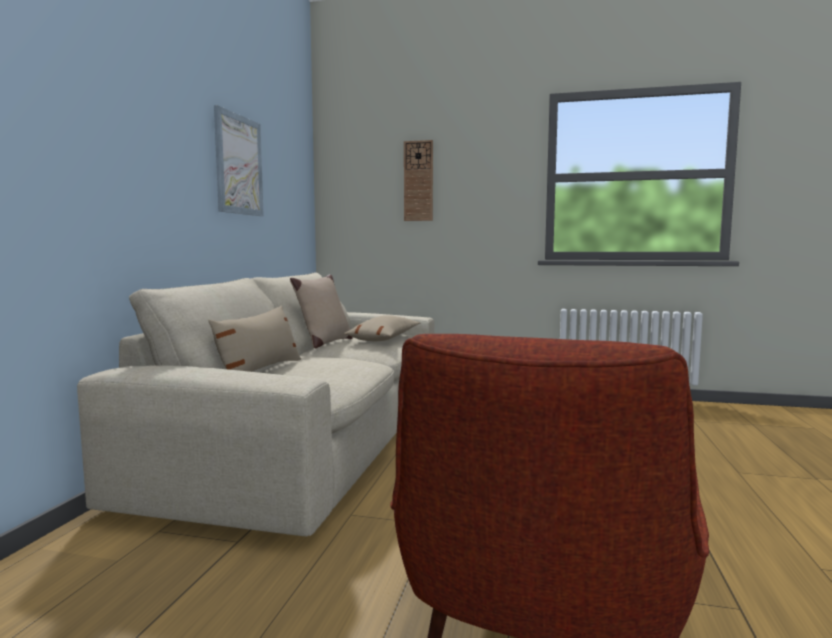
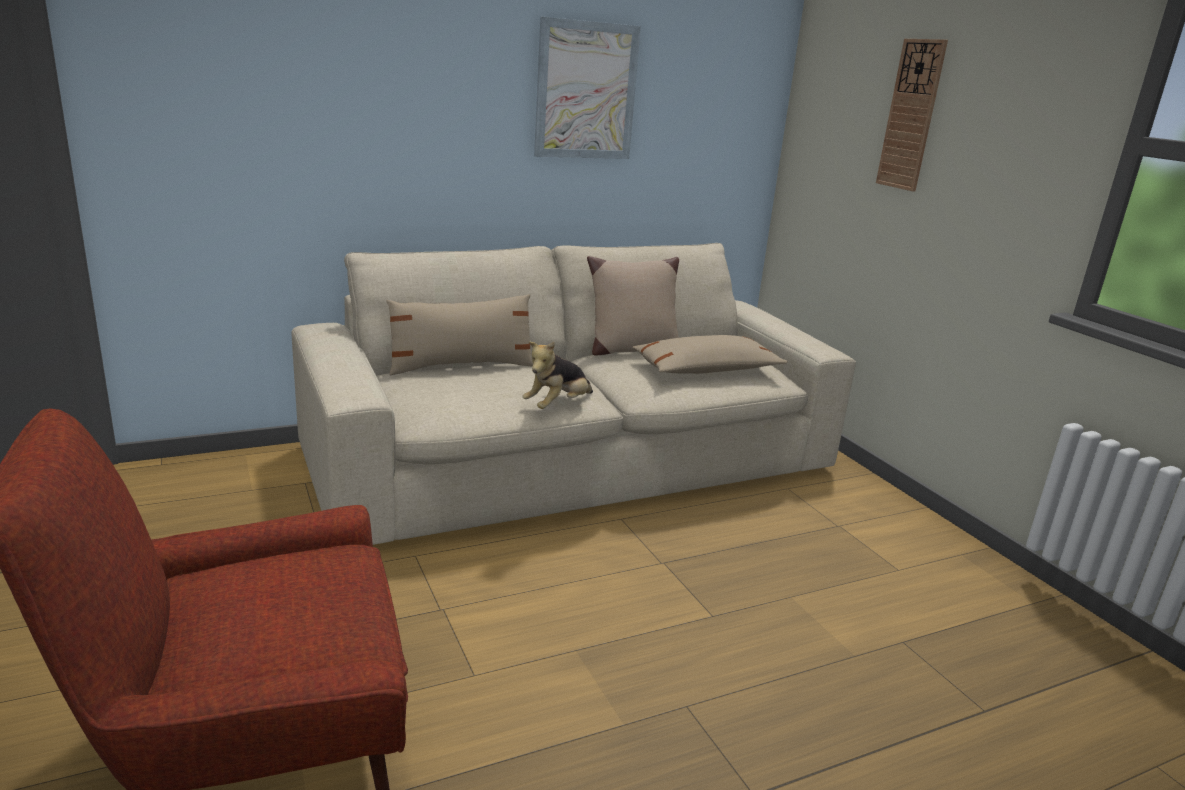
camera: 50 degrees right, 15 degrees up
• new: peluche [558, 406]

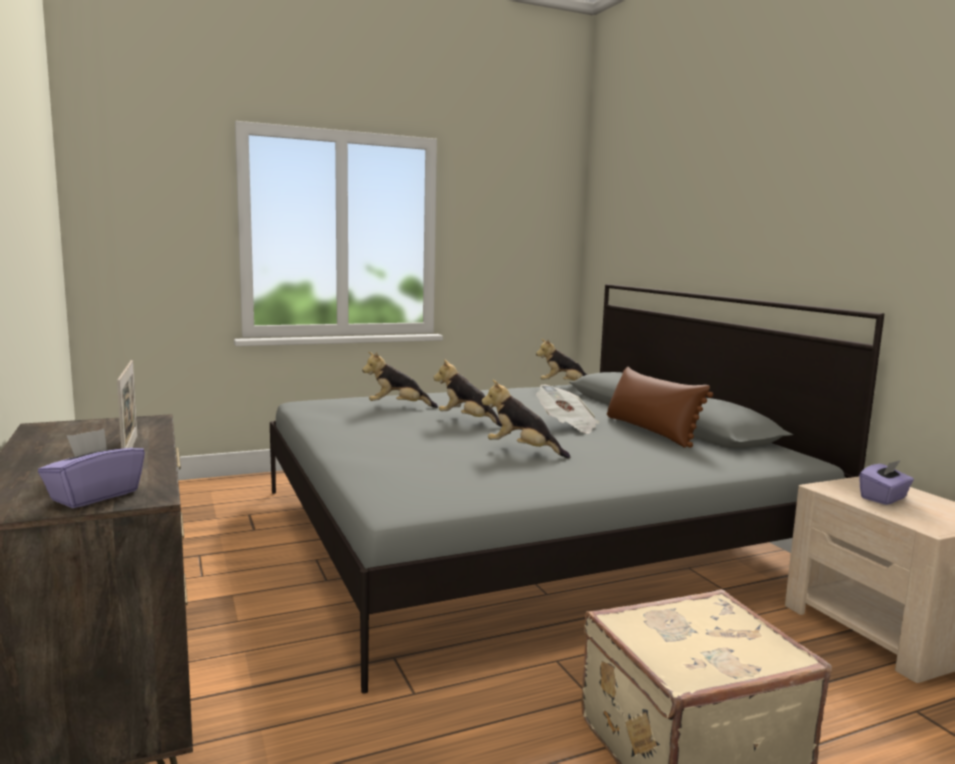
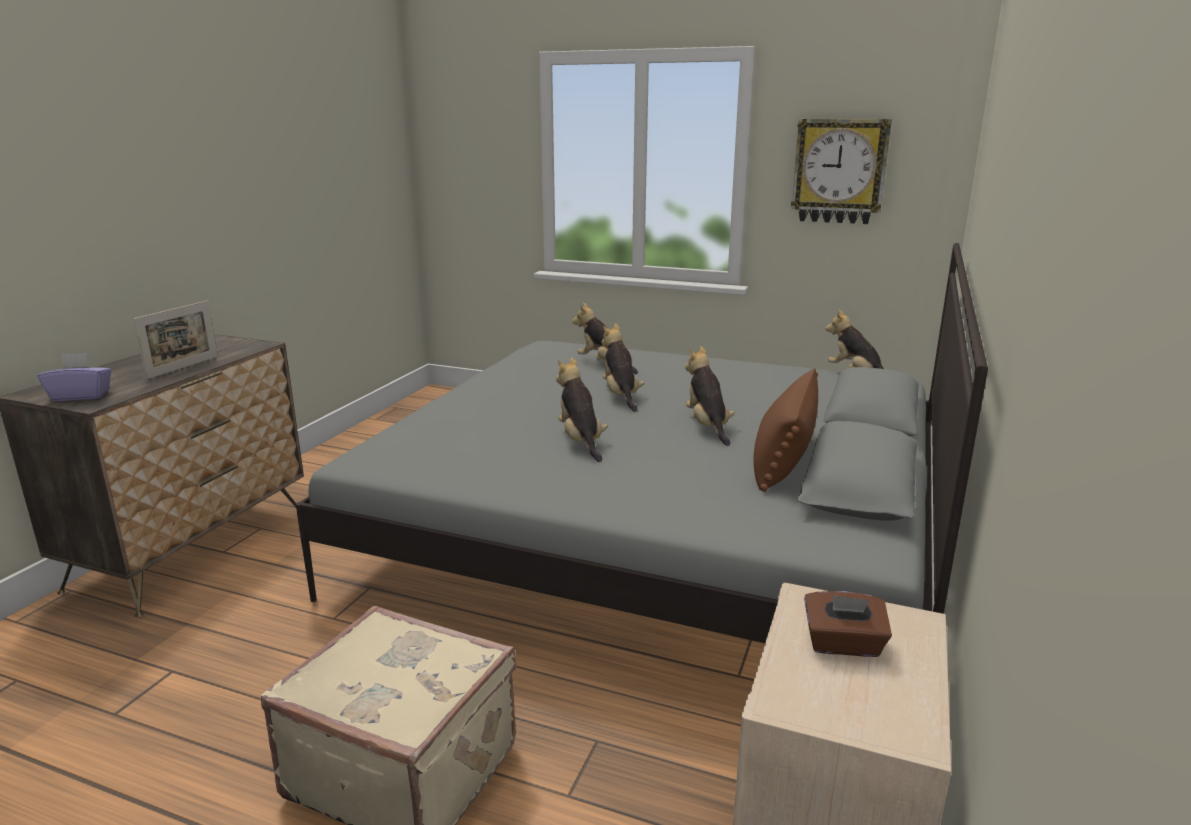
camera: 45 degrees right, 10 degrees up
• swapped: journal [567, 426] to peluche [707, 426]
• repainted: boîte à mouchoirs/violet [884, 498] to boîte à mouchoirs/marron [843, 645]
• new: horloge murale [839, 171]

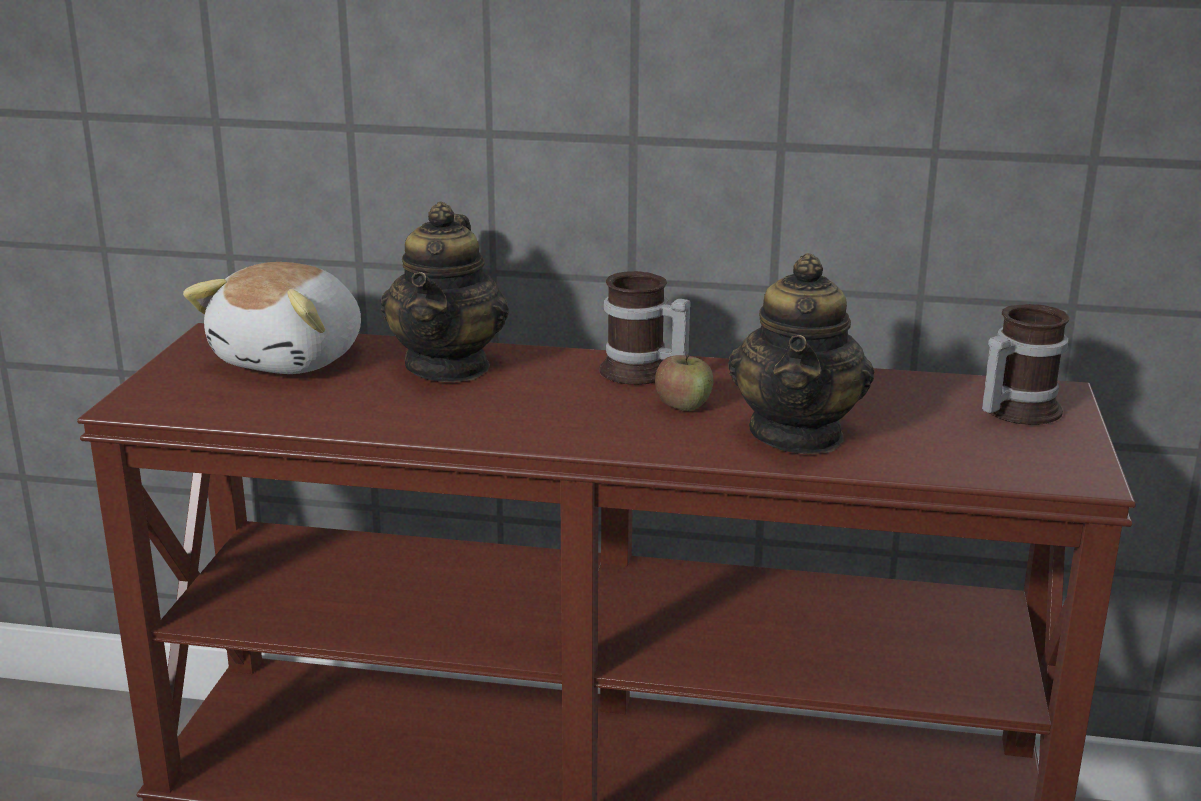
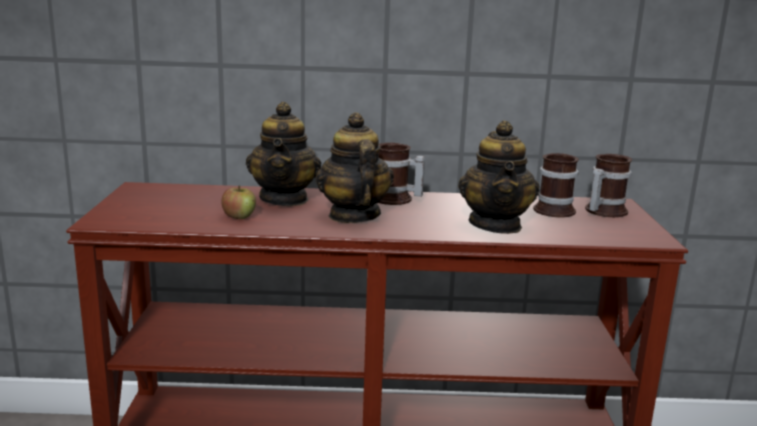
camera: 10 degrees left, 5 degrees down
• gone: peluche [293, 359]
• shifted: pomme [683, 405] to [239, 216]
• new: théière [353, 216]
• new: mug [557, 210]

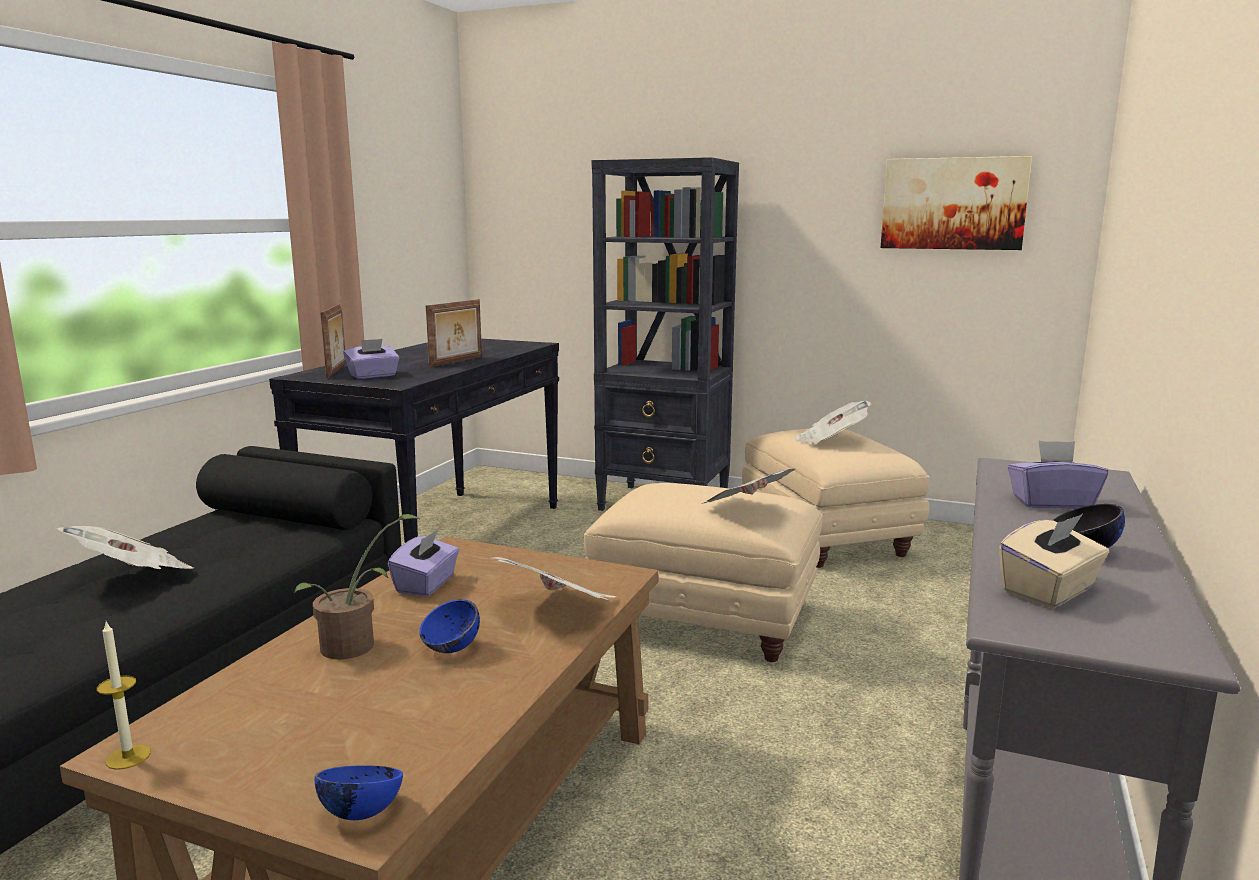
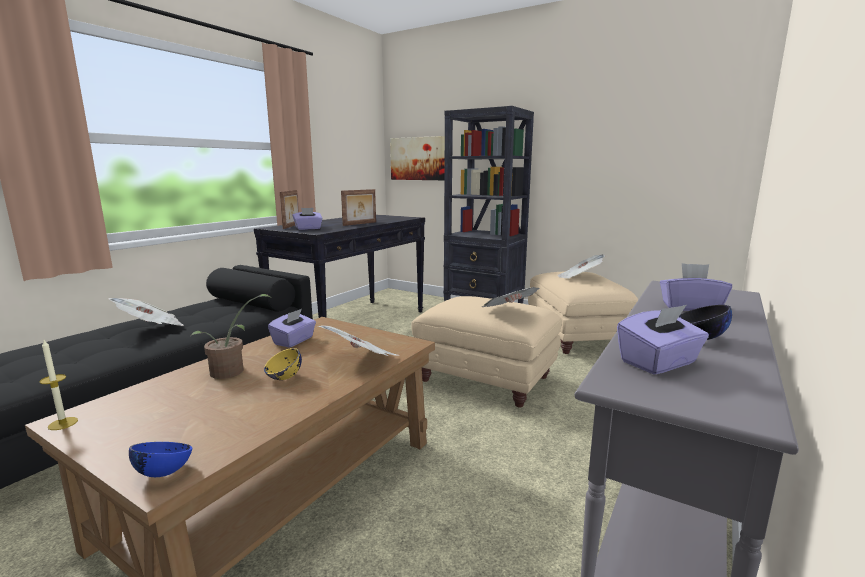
camera: 10 degrees right, 0 degrees up
• shifted: tableau [953, 203] to [417, 158]
• repainted: boîte à mouchoirs/beige [1049, 591] to boîte à mouchoirs/violet [659, 363]
• repainted: bol/bleu [451, 649] to bol/jaune [284, 378]

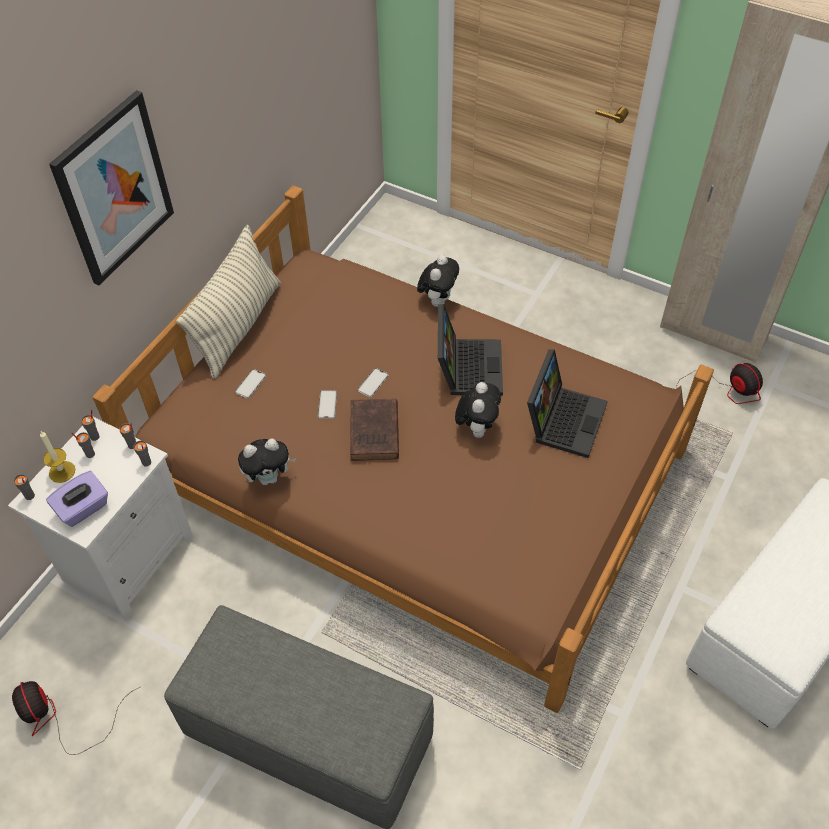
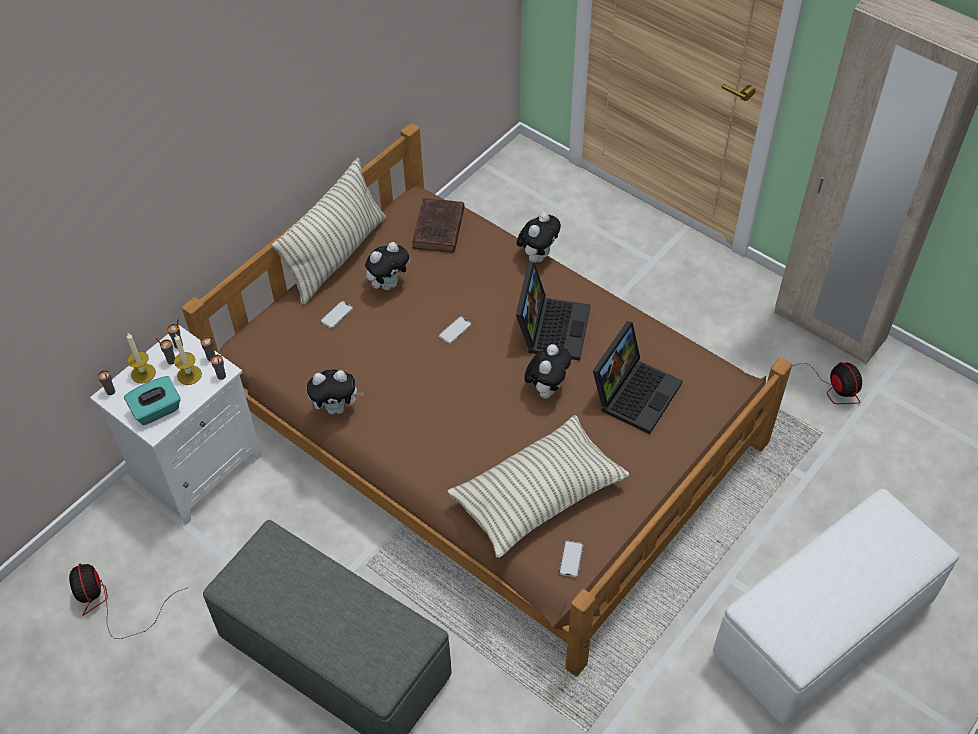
camera: 10 degrees right, 0 degrees up
• gone: tableau [114, 189]
• shifted: téléphone [327, 404] to [571, 559]
• shifted: livre/marron [374, 434] to [438, 230]
• repainted: boîte à mouchoirs/violet [83, 508] to boîte à mouchoirs/turquoise [157, 410]
• new: peluche [388, 284]
• new: bougie [189, 375]
• new: coussin [538, 496]

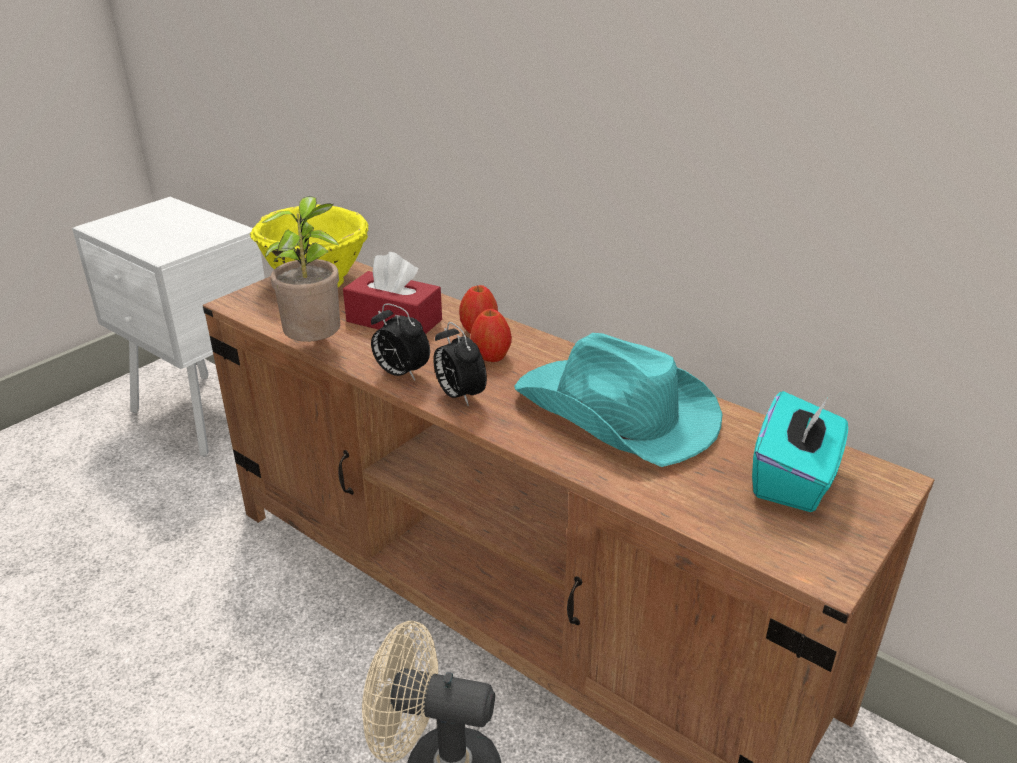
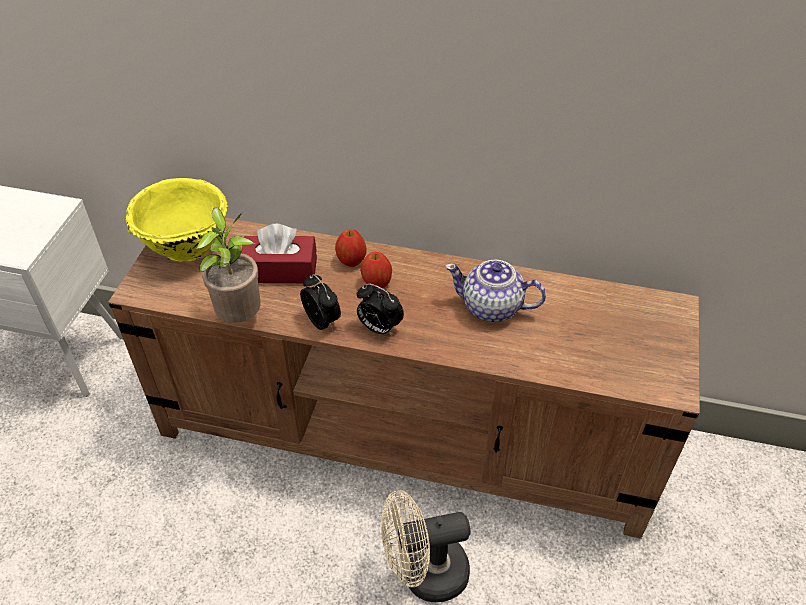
camera: 25 degrees left, 15 degrees up
• rotated: réveil [400, 373] = [323, 321] 135 degrees counterclockwise
• swapped: chapeau/turquoise [616, 413] to théière [492, 308]
• gone: boîte à mouchoirs/turquoise [794, 479]

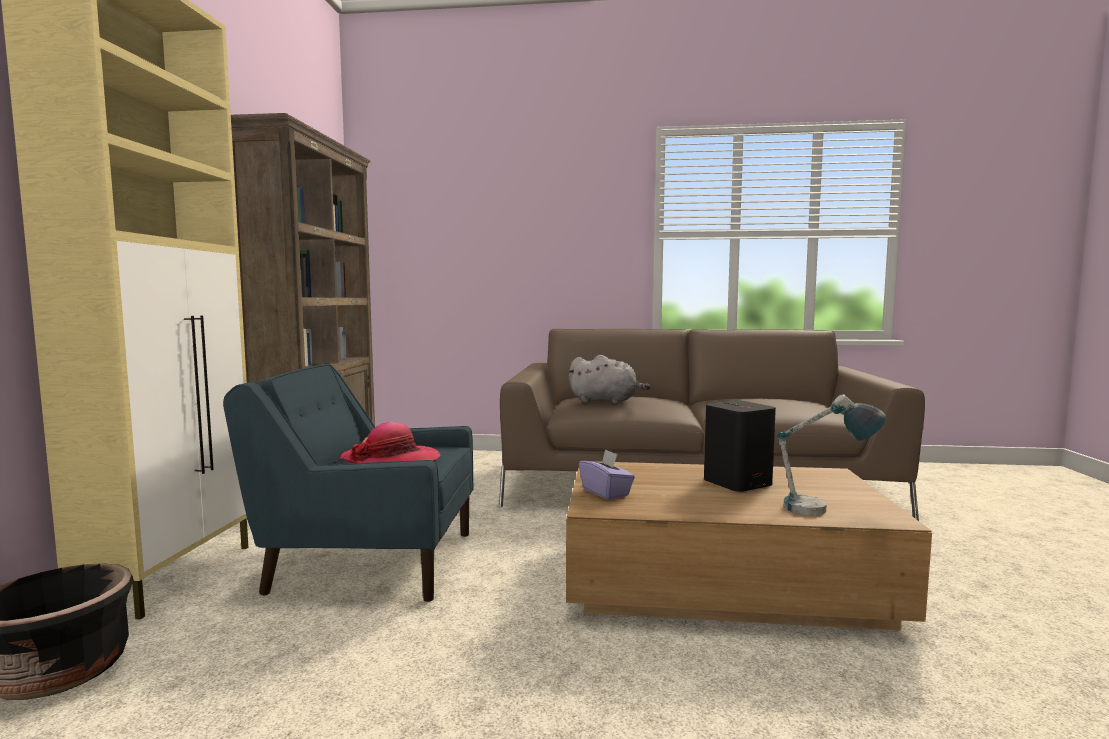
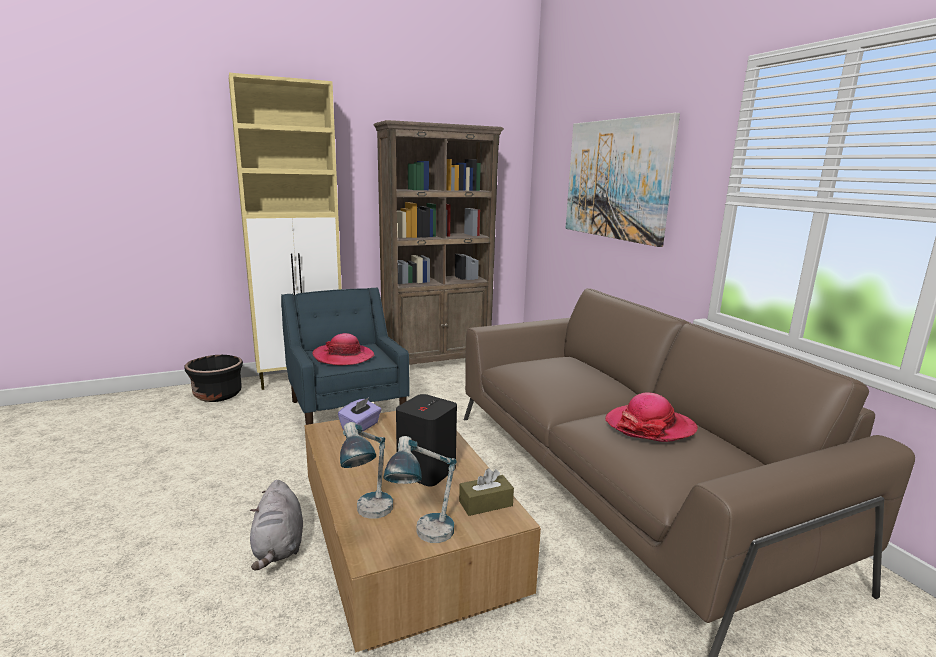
camera: 60 degrees right, 10 degrees up
• shifted: peluche/gris [606, 401] to [279, 546]
• new: tableau [616, 179]
• new: chapeau [650, 426]
• new: lampe de table [424, 539]
• new: boîte à mouchoirs/marron [485, 503]

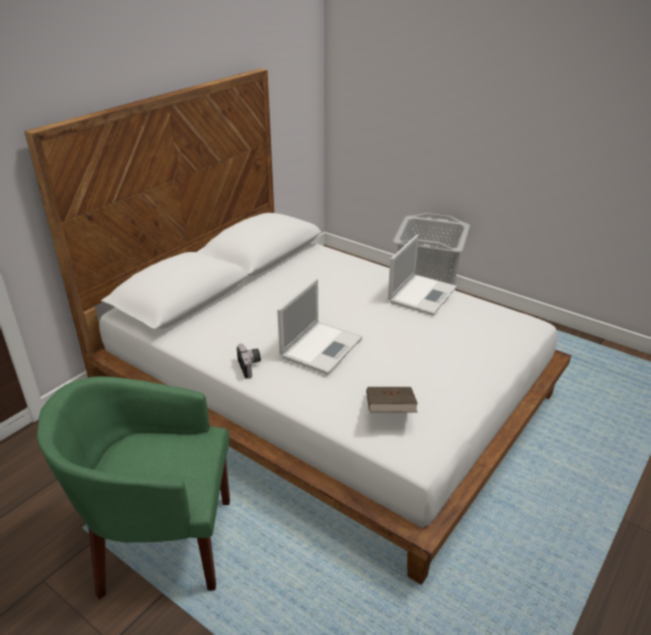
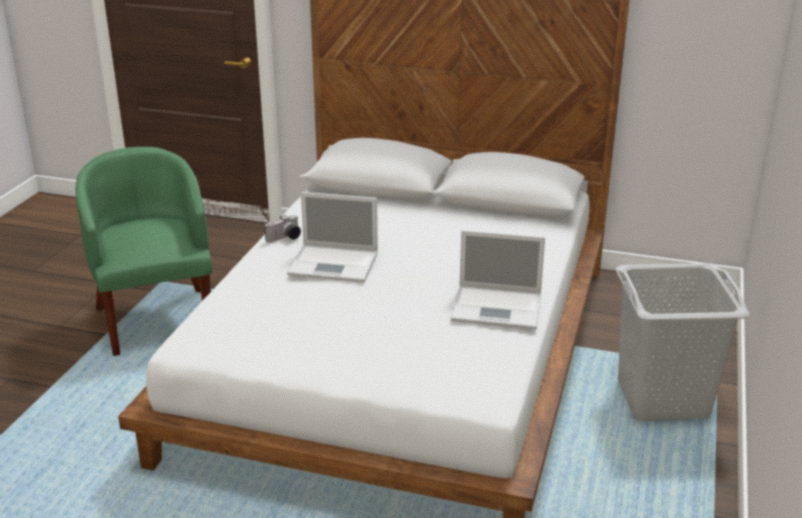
camera: 70 degrees right, 5 degrees down
• gone: livre/marron [389, 411]

